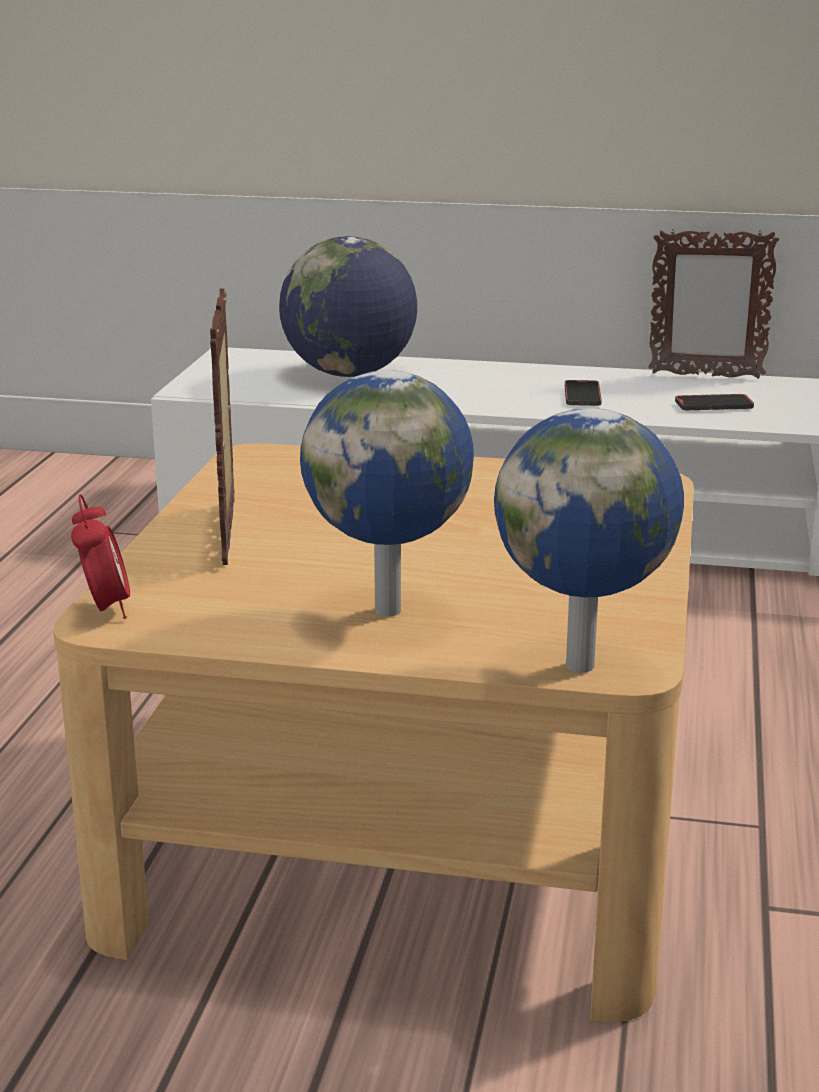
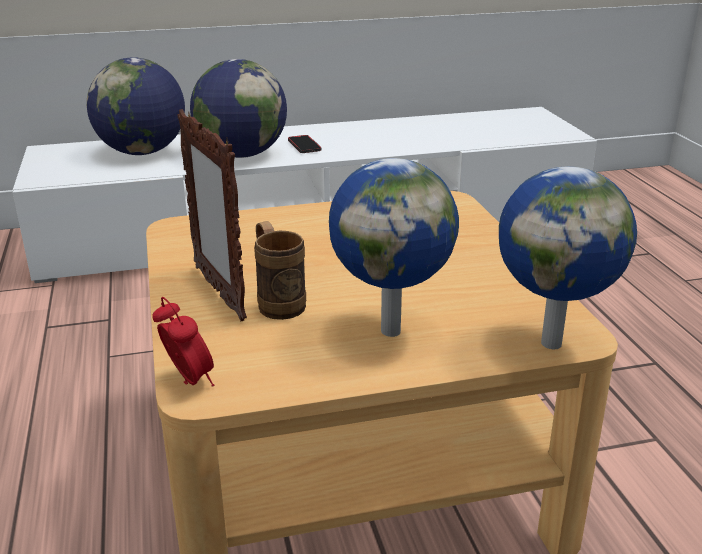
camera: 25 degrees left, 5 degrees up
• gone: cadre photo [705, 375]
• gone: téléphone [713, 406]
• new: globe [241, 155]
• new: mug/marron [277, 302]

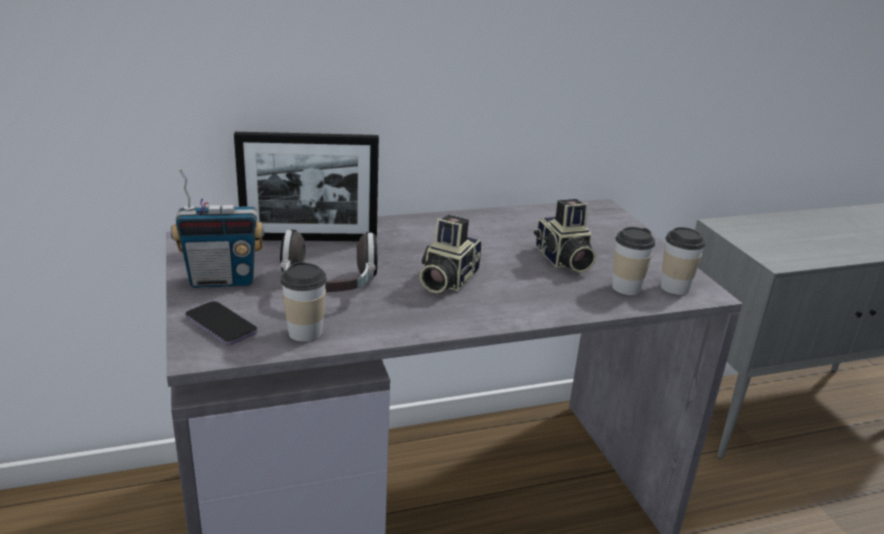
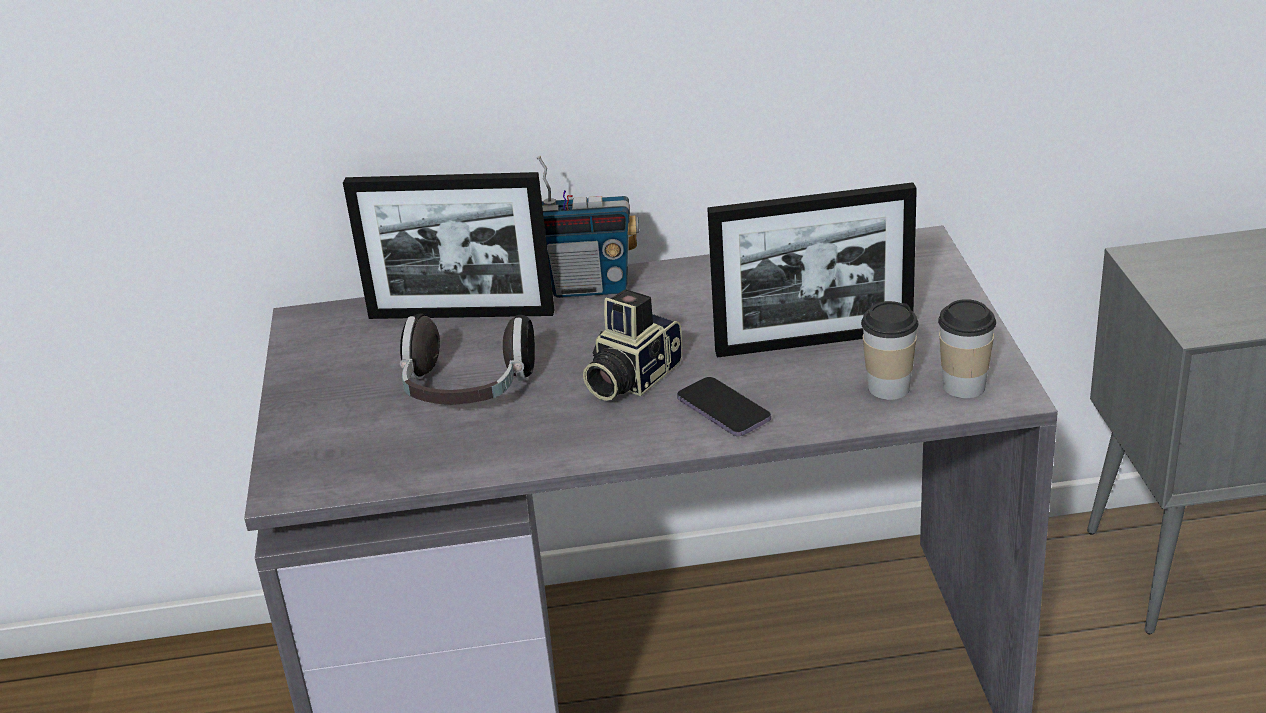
camera: 15 degrees right, 5 degrees up
• shifted: radio [222, 280] to [590, 287]
• swapped: appareil photo [562, 260] to cadre photo [814, 341]
• gone: tasse [305, 332]
• shifted: téléphone [221, 325] to [723, 410]

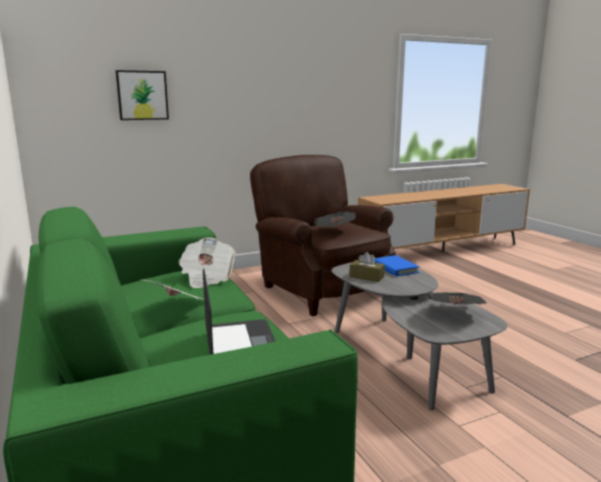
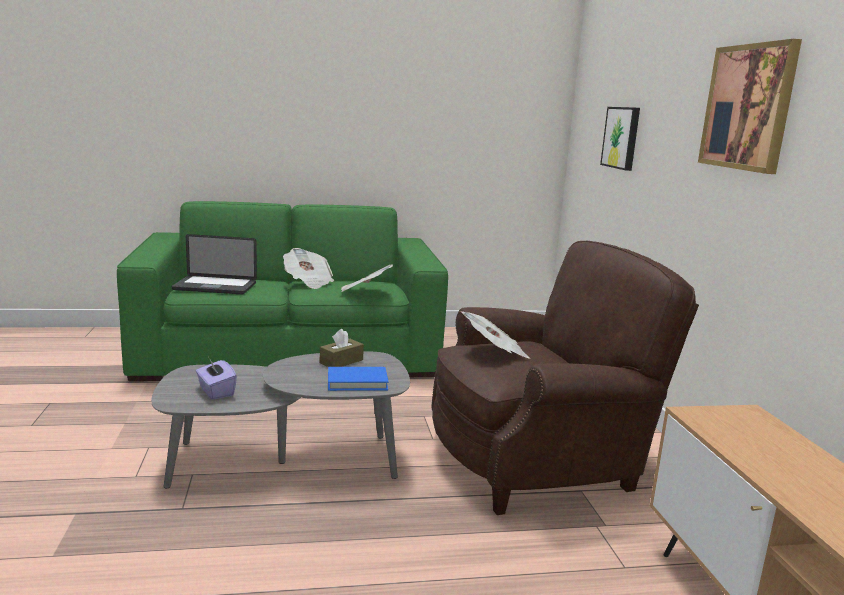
camera: 105 degrees right, 0 degrees up
• swapped: journal [454, 314] to boîte à mouchoirs/violet [216, 392]
• new: tableau [748, 107]

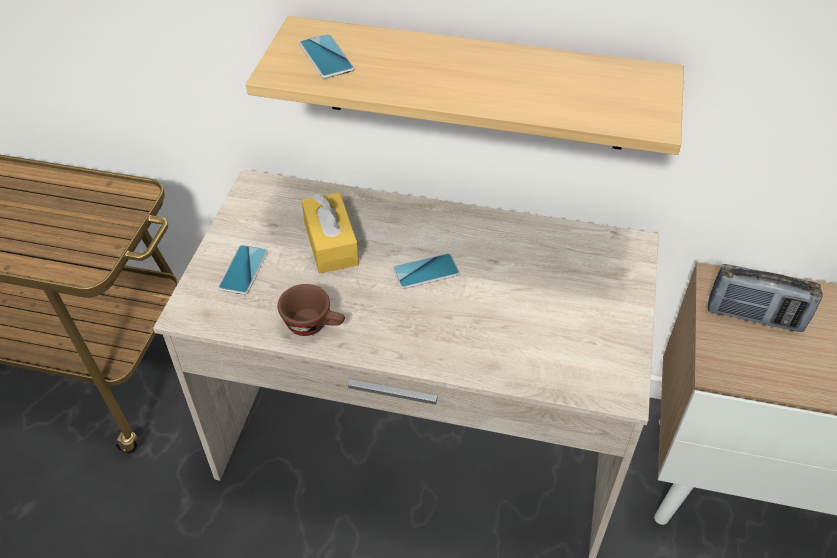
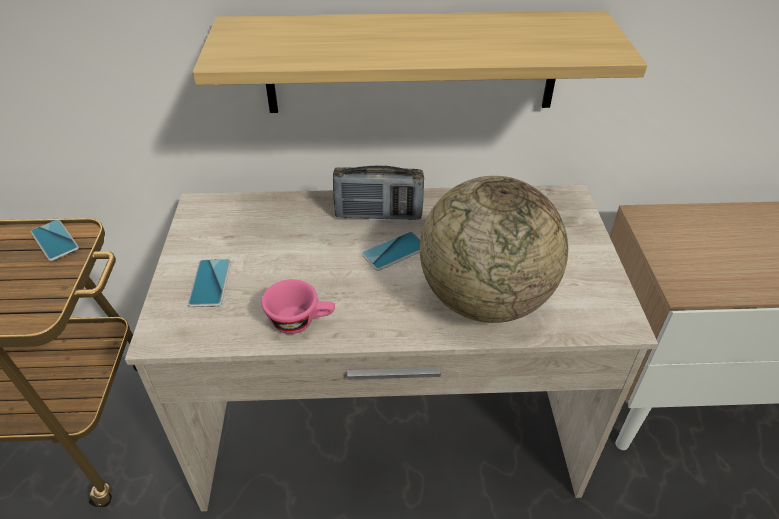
camera: 15 degrees left, 5 degrees down
• shifted: téléphone [326, 57] to [55, 240]
• gone: boîte à mouchoirs/jaune [331, 243]
• shifted: radio [754, 316] to [378, 214]
• repainted: tasse/marron [314, 325] to tasse/rose [301, 321]
• new: globe [484, 299]

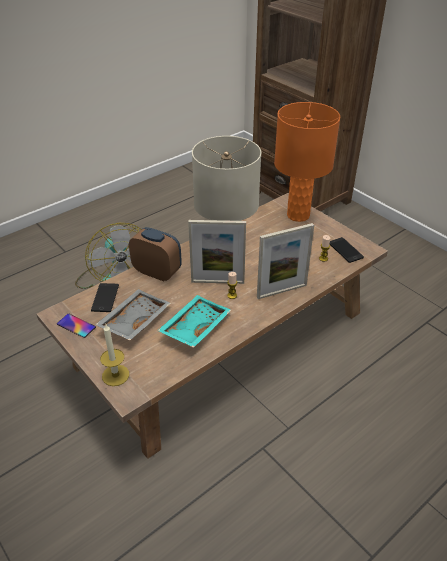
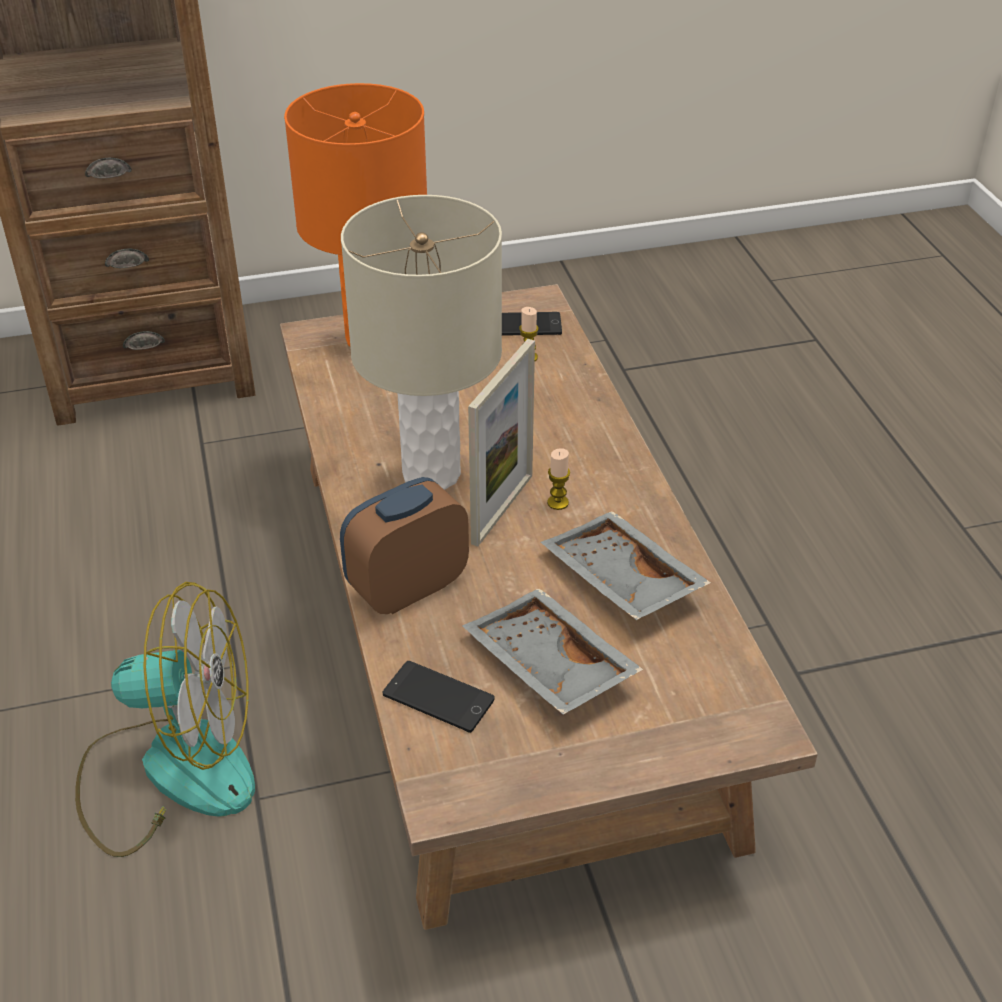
camera: 65 degrees left, 0 degrees up
• gone: cadre photo [281, 291]
• repainted: plateau/turquoise [194, 327] to plateau/gris [619, 581]
• gone: téléphone [76, 326]
• gone: bougie [115, 375]

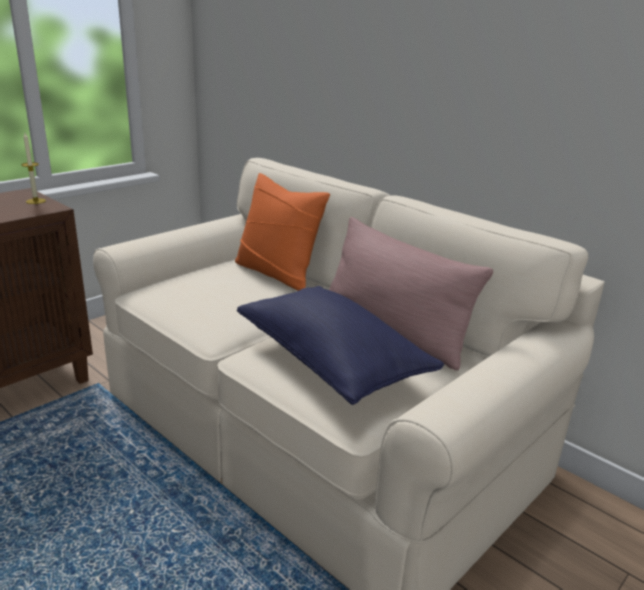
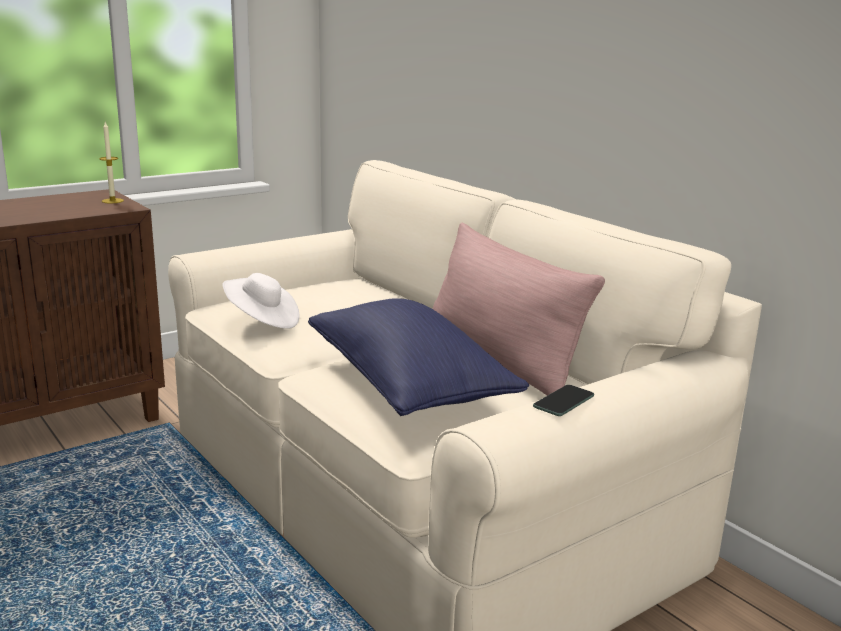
camera: 10 degrees right, 5 degrees down
• gone: coussin/orange [277, 273]
• new: chapeau/blanc [262, 321]
• new: téléphone [563, 401]

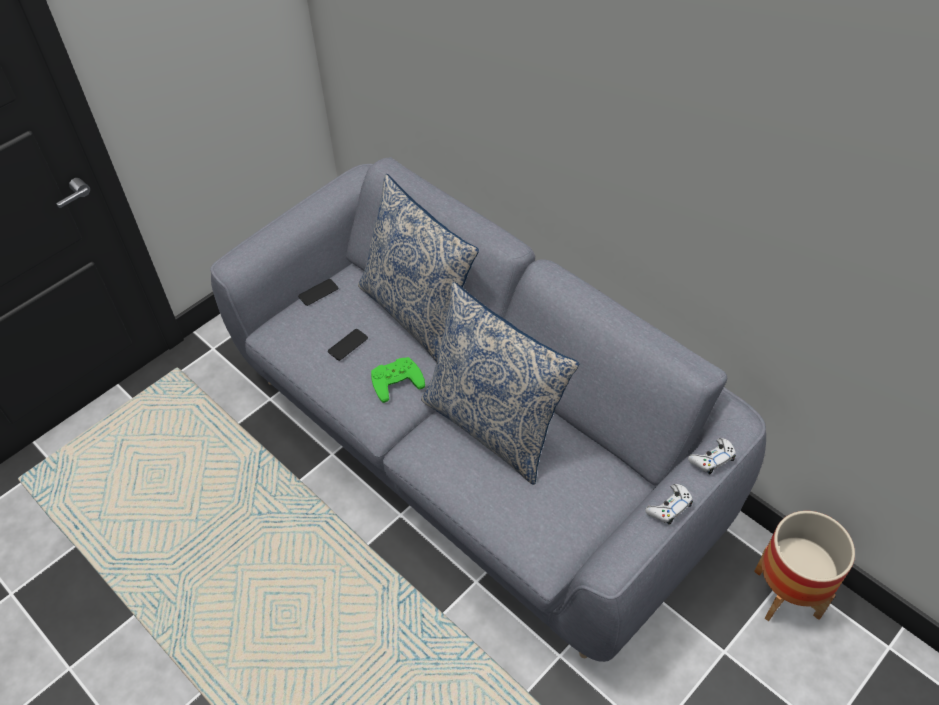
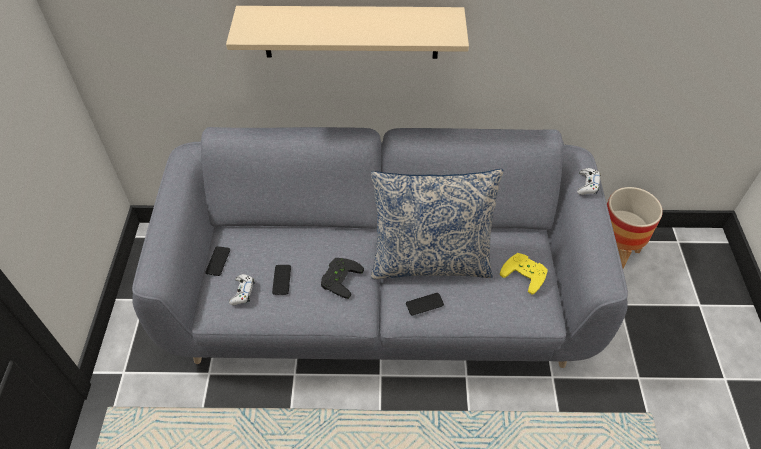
camera: 45 degrees left, 0 degrees up
• gone: coussin [417, 313]
• repainted: manette/vert [396, 379] to manette/noir [339, 278]
• shifted: manette/blanc [669, 507] to [242, 292]
• new: étagère/beige [351, 32]
• new: manette/jaune [525, 273]
• new: téléphone [424, 304]

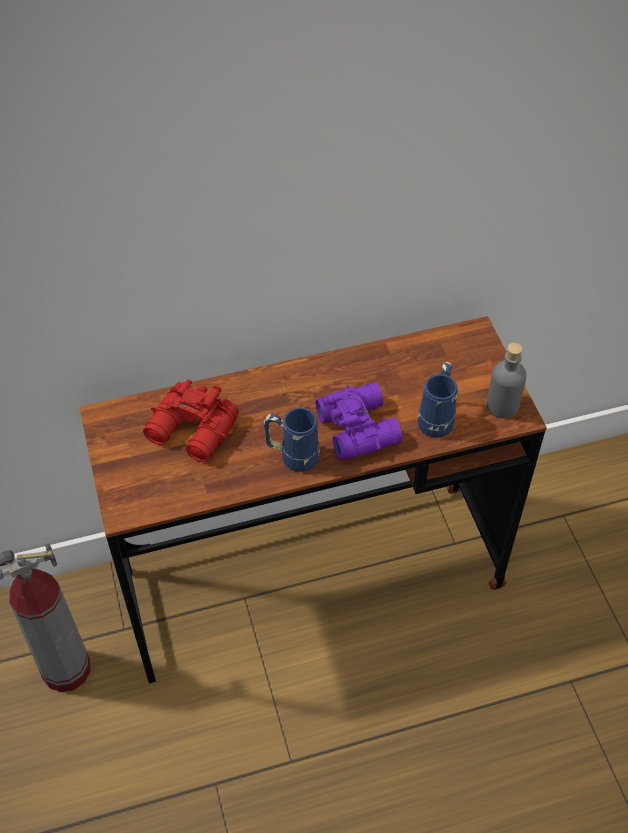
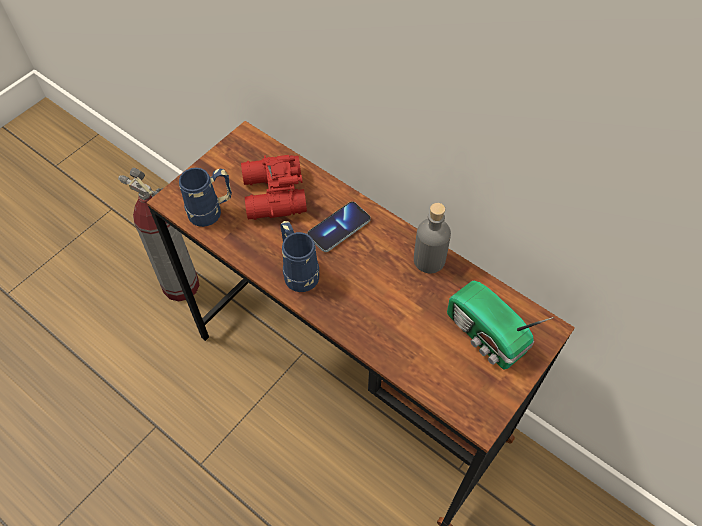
camera: 55 degrees right, 5 degrees up
• shifted: bouteille/gris [502, 405] to [429, 260]
• shifted: mug/bleu [437, 418] to [212, 212]
• gone: jumelles/violet [359, 427]
• new: téléphone [339, 228]
• new: radio [486, 336]

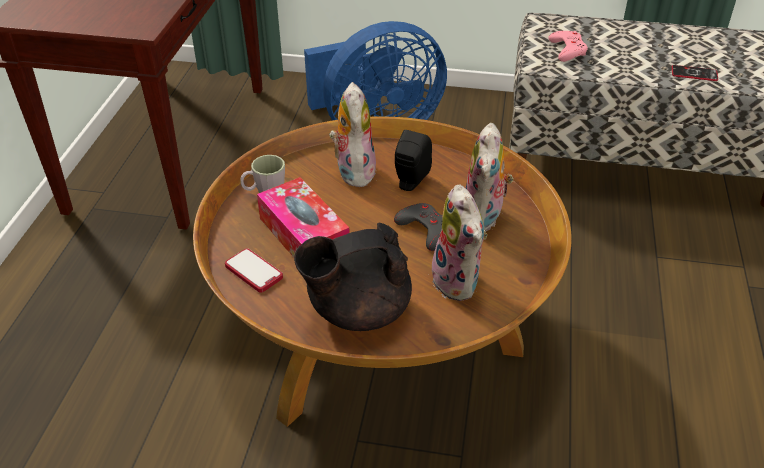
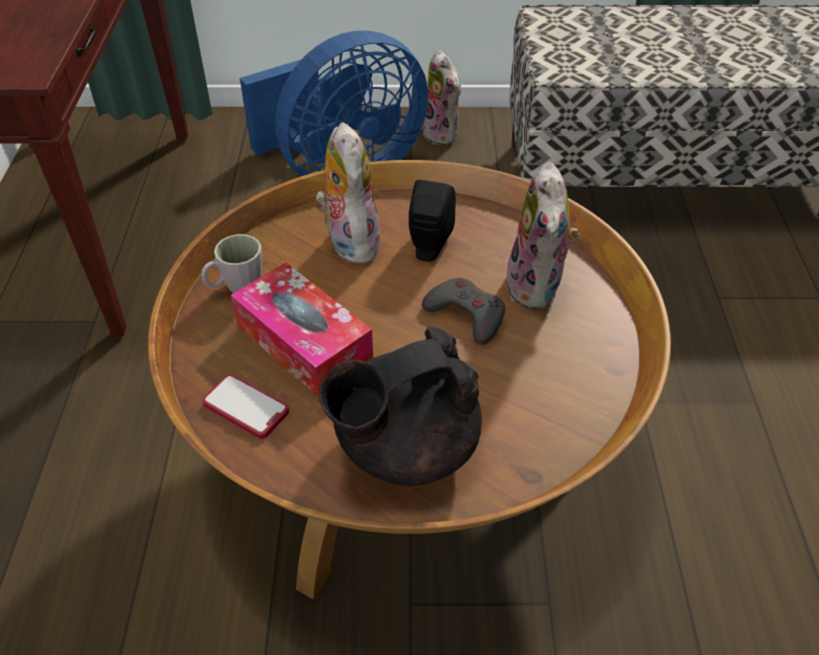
camera: 10 degrees left, 5 degrees up
• gone: manette/rose [567, 50]
• gone: téléphone [694, 74]
• shifted: peluche [459, 282] to [443, 134]

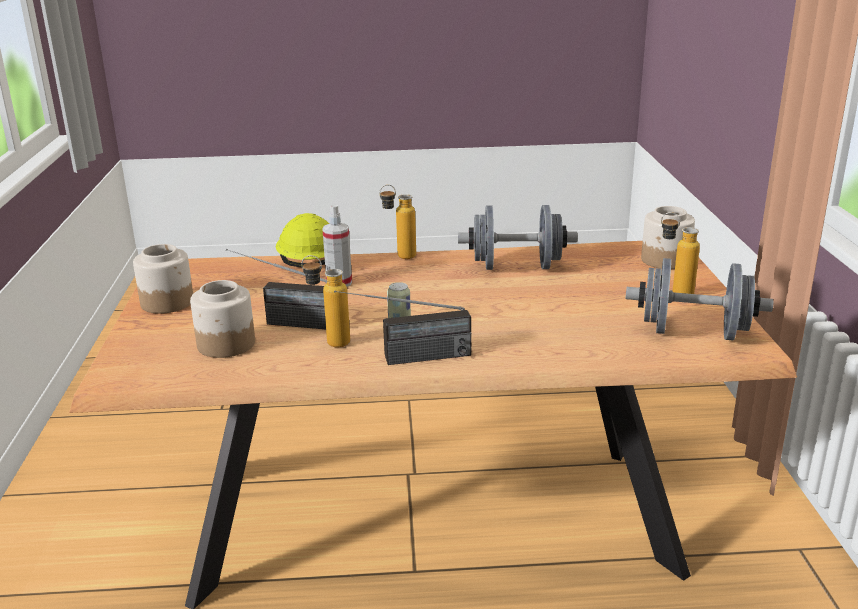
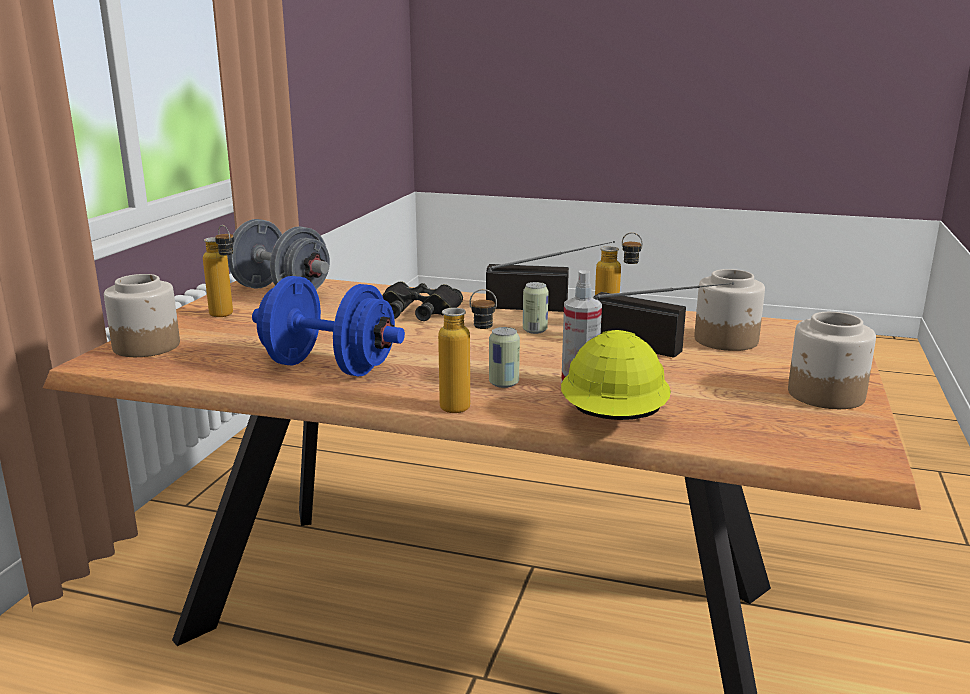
camera: 160 degrees left, 5 degrees down
• repainted: haltère/gris [516, 267] to haltère/bleu [329, 367]
• new: jumelles/noir [417, 311]
• new: boîte métallique [504, 383]

